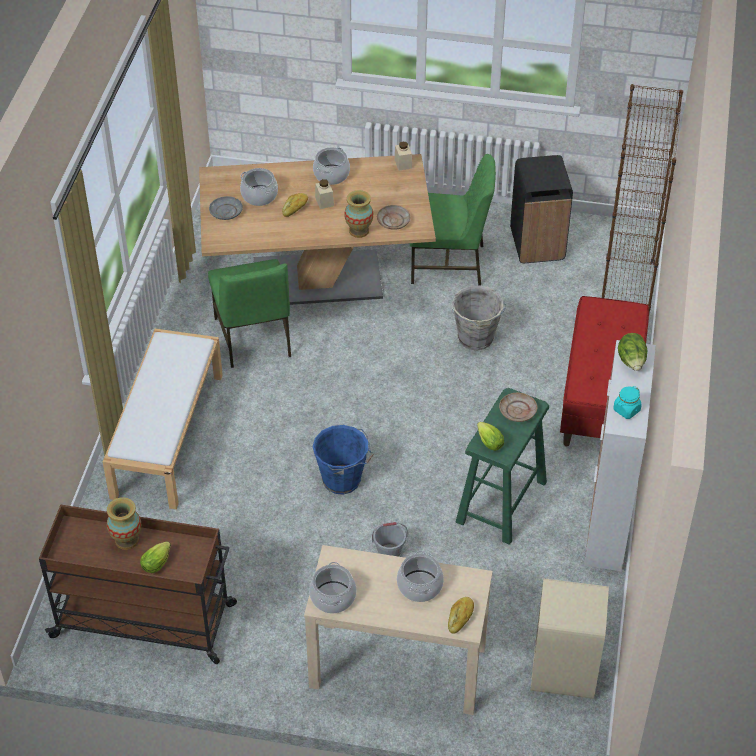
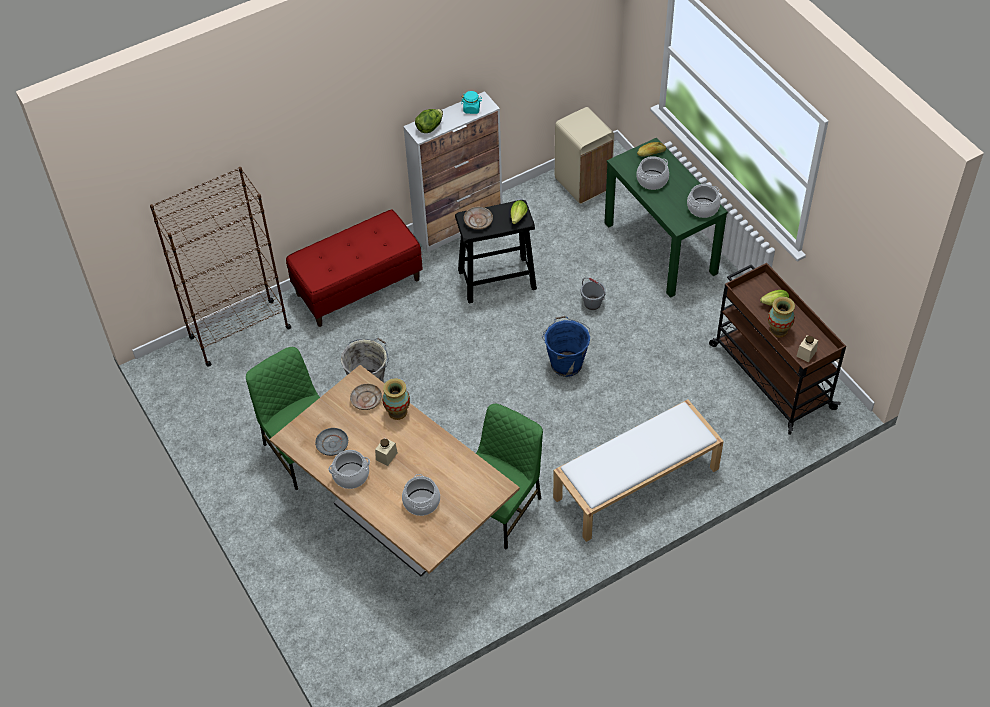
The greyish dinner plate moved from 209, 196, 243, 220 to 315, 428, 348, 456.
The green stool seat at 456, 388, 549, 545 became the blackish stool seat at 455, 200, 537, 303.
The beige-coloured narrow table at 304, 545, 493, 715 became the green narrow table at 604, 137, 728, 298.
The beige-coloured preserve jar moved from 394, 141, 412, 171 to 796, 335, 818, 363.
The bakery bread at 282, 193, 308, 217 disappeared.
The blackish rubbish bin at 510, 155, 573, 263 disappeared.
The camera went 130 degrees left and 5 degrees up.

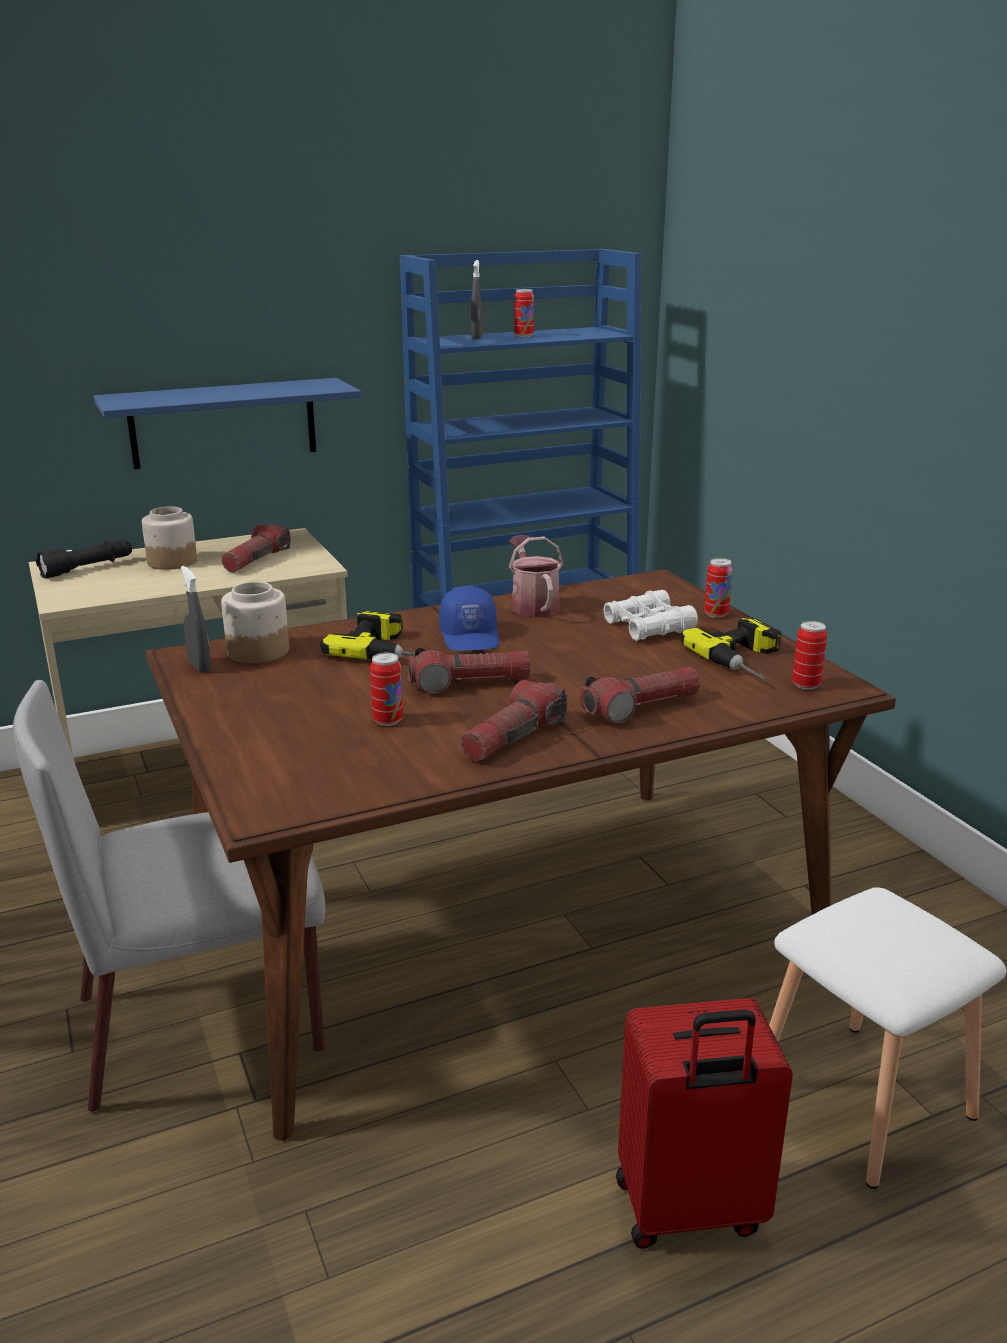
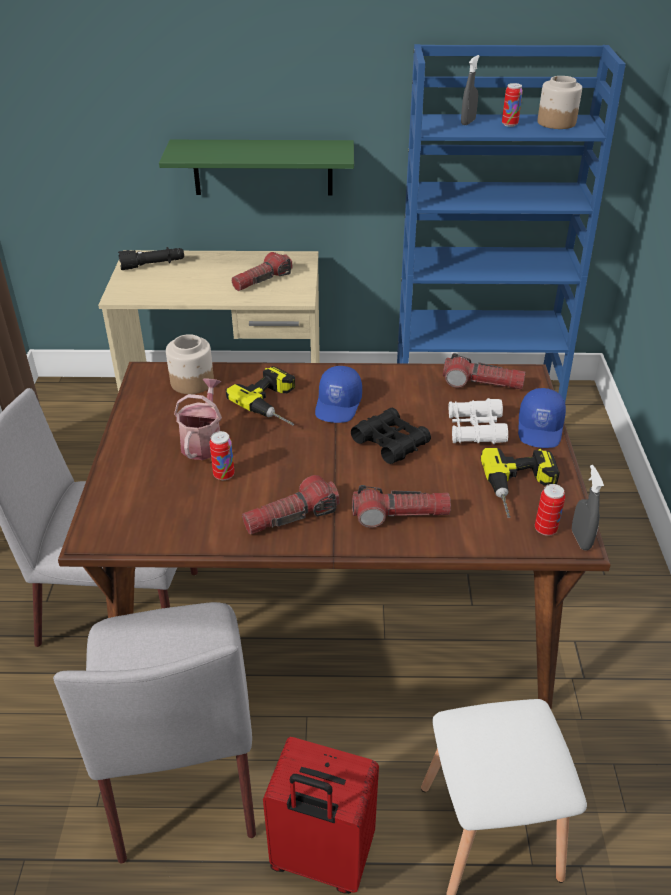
The greyish plain chair at 53, 602, 256, 863 appeared.
The blue-coloured shelf at 93, 378, 361, 469 became the green shelf at 159, 140, 354, 196.
The watering can moved from 509, 535, 564, 617 to 174, 378, 222, 460.
The blackish field glasses at 351, 408, 431, 464 appeared.
The flashlight moved from 408, 647, 531, 694 to 443, 353, 525, 390.
The sealed can at 704, 558, 733, 618 was replaced by the blue-coloured baseball cap at 518, 388, 566, 448.
The preserve jar moved from 142, 507, 197, 570 to 537, 76, 582, 129.
The greyish sprayer moved from 181, 566, 211, 672 to 572, 465, 604, 550.
The camera went 25 degrees right and 15 degrees up.

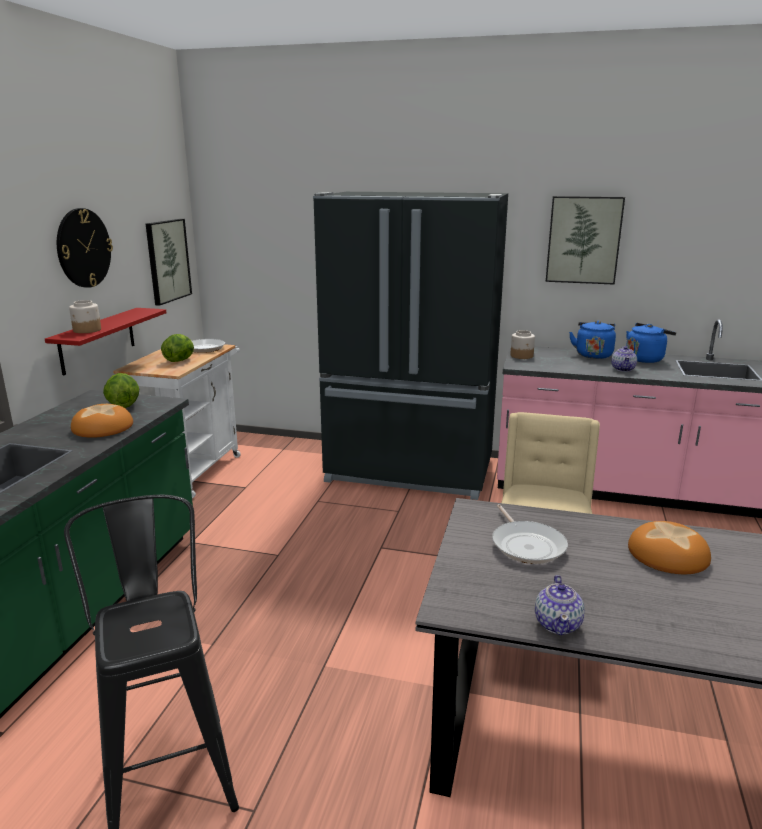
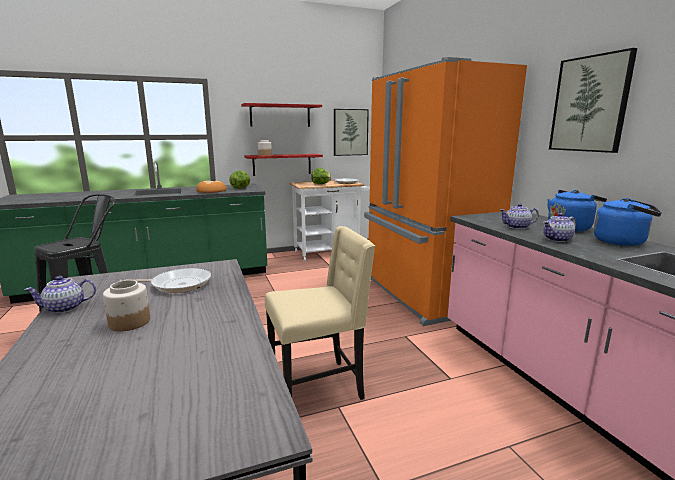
The preserve jar moved from 510, 330, 535, 359 to 103, 280, 150, 332.
The pan at 492, 504, 568, 564 turned 135 degrees counterclockwise.
The hanging clock at 57, 208, 113, 288 was replaced by the red shelf at 241, 103, 322, 127.
The blackish fridge at 313, 192, 508, 500 became the orange fridge at 364, 57, 527, 326.
The pot for tea at 500, 204, 539, 229 appeared.
The bakery bread at 628, 521, 711, 574 disappeared.
The camera went 55 degrees right and 5 degrees down.

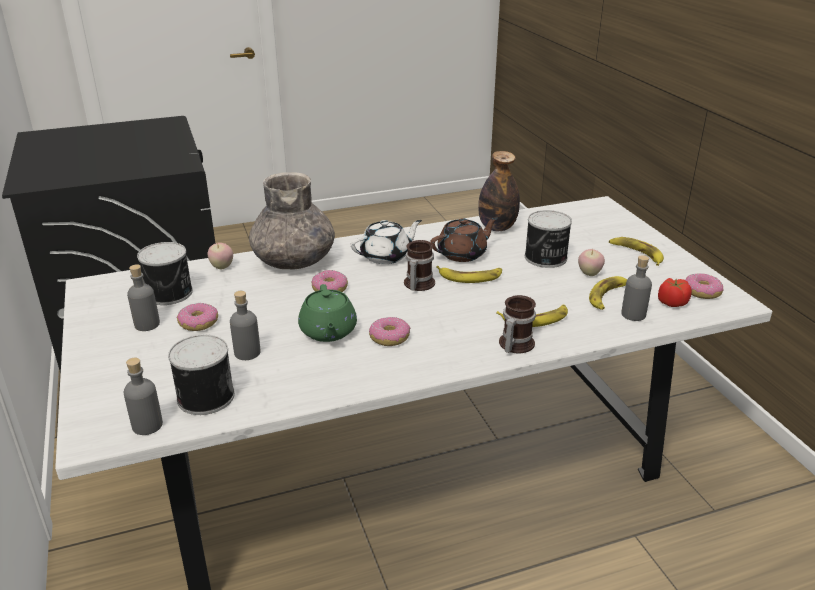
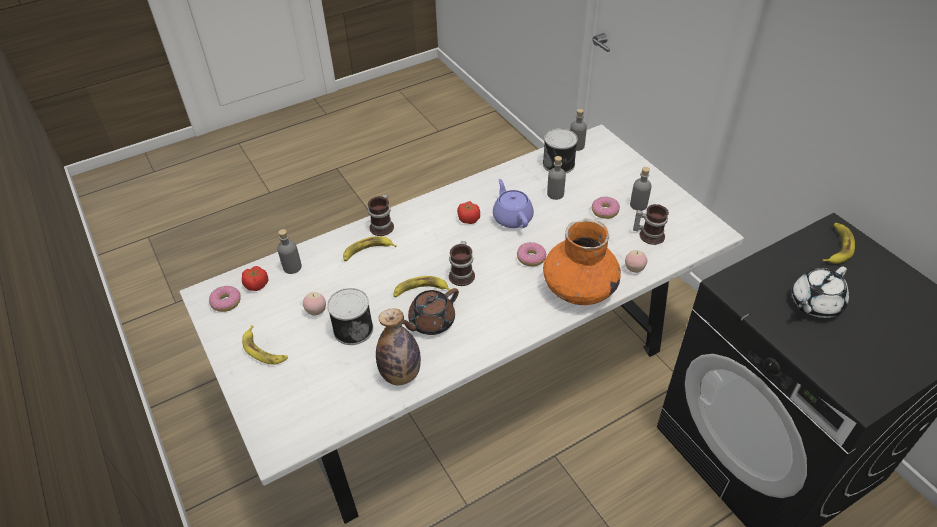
The donut at 369, 317, 410, 346 was replaced by the whole tomato at 457, 201, 480, 224.
The green pot for tea at 298, 284, 357, 342 became the purple-coloured pot for tea at 493, 179, 534, 228.
The greyish decorative vase at 249, 172, 335, 269 became the orange decorative vase at 543, 219, 621, 305.
The sealed can at 137, 242, 193, 305 was replaced by the coffee mug at 633, 204, 669, 245.
The white-coloured pot for tea moved from 351, 220, 422, 264 to 792, 266, 849, 318.
The banana fruit moved from 589, 276, 627, 310 to 822, 223, 855, 264.
The camera went 170 degrees right and 15 degrees up.

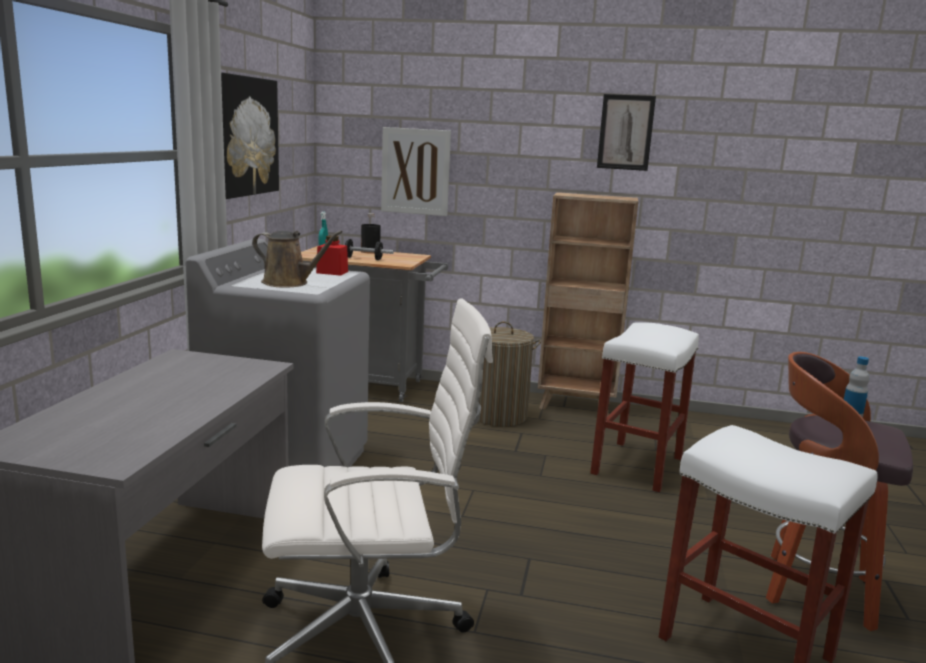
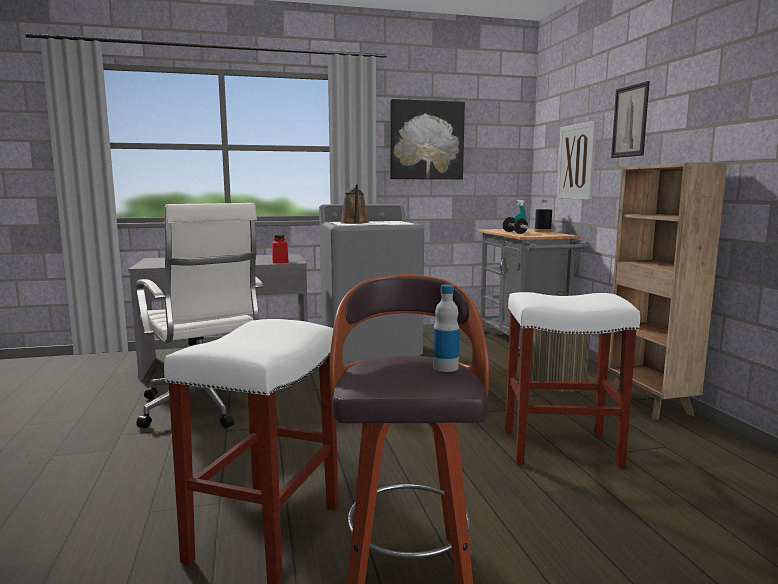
The red preserve jar moved from 316, 235, 348, 276 to 272, 235, 289, 263.
The wall picture moved from 597, 94, 656, 171 to 611, 81, 650, 158.
The camera went 65 degrees right and 5 degrees down.

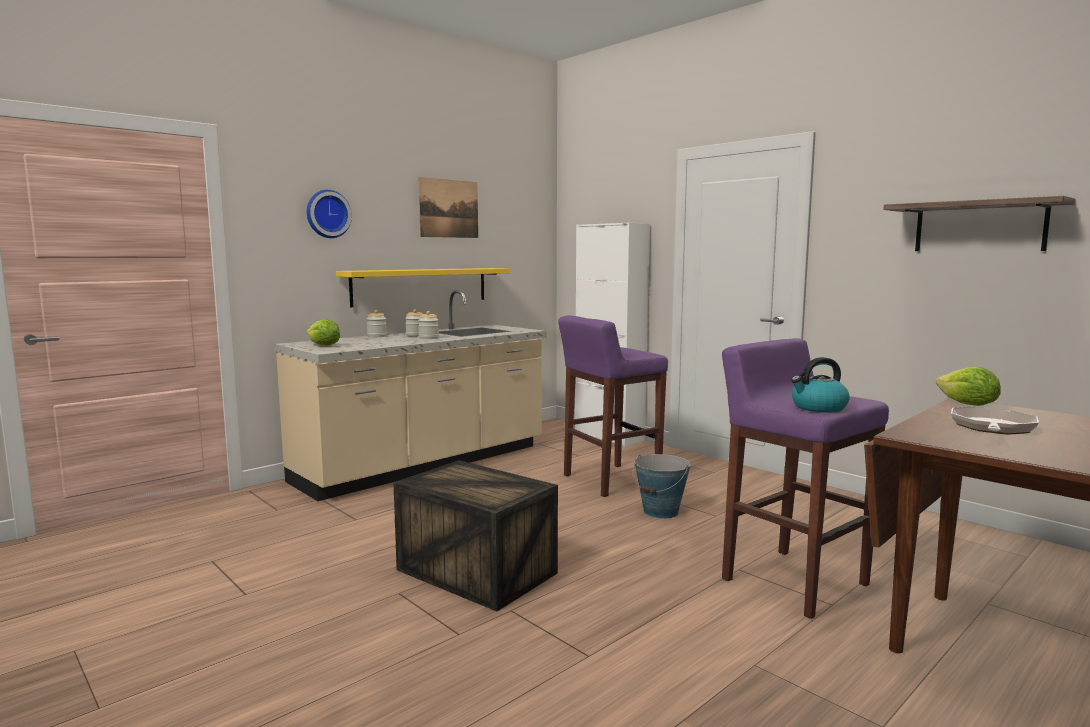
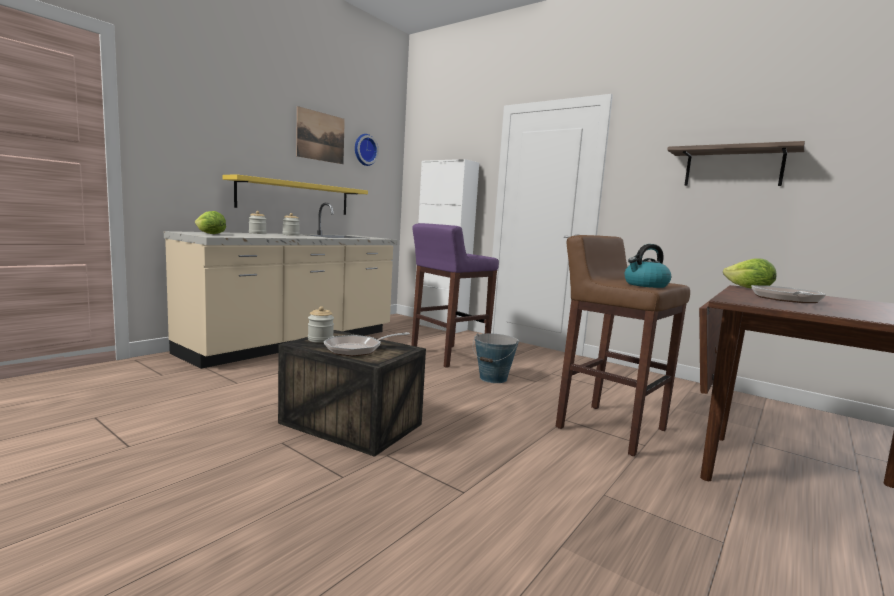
The preserve jar moved from 418, 311, 439, 339 to 308, 306, 334, 343.
The pan at 324, 332, 410, 356 appeared.
The hanging clock moved from 307, 190, 352, 238 to 355, 134, 379, 166.
The purple-coloured stool seat at 722, 338, 889, 619 became the brown stool seat at 555, 235, 690, 456.
The camera went 10 degrees left and 0 degrees up.

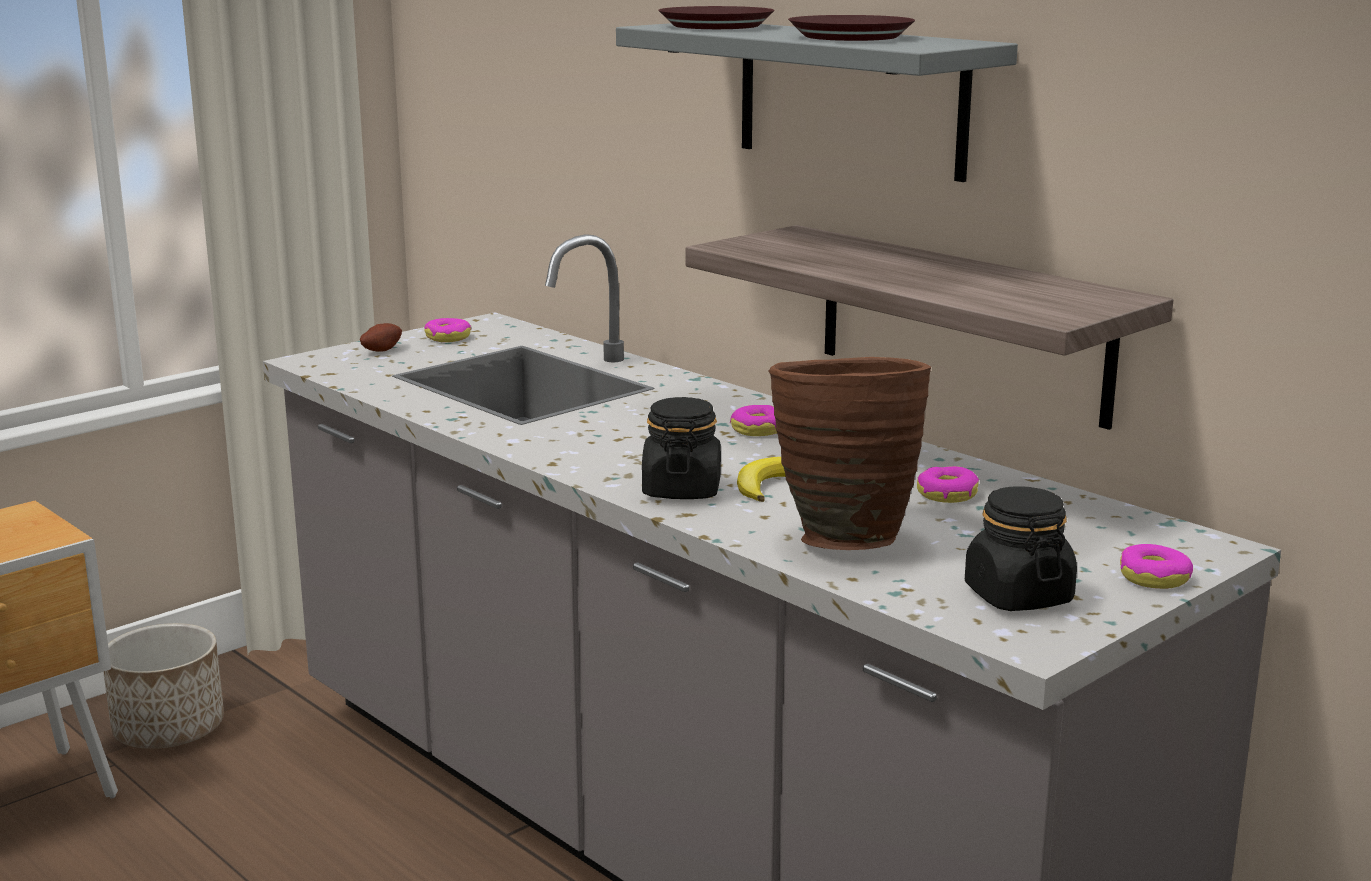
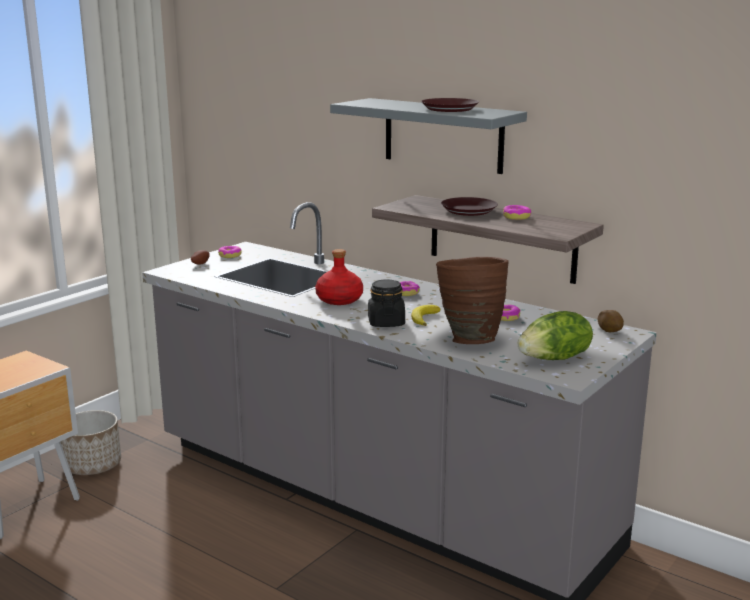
The red beverage bottle at 315, 249, 363, 305 appeared.
The brown dinner plate moved from 658, 6, 775, 29 to 441, 197, 498, 216.
The donut moved from 1120, 544, 1193, 589 to 503, 205, 531, 220.
The blackish preserve jar at 965, 486, 1077, 611 was replaced by the head of lettuce at 518, 311, 593, 360.
The whole potato at 598, 310, 624, 332 appeared.
The camera went 10 degrees left and 0 degrees up.

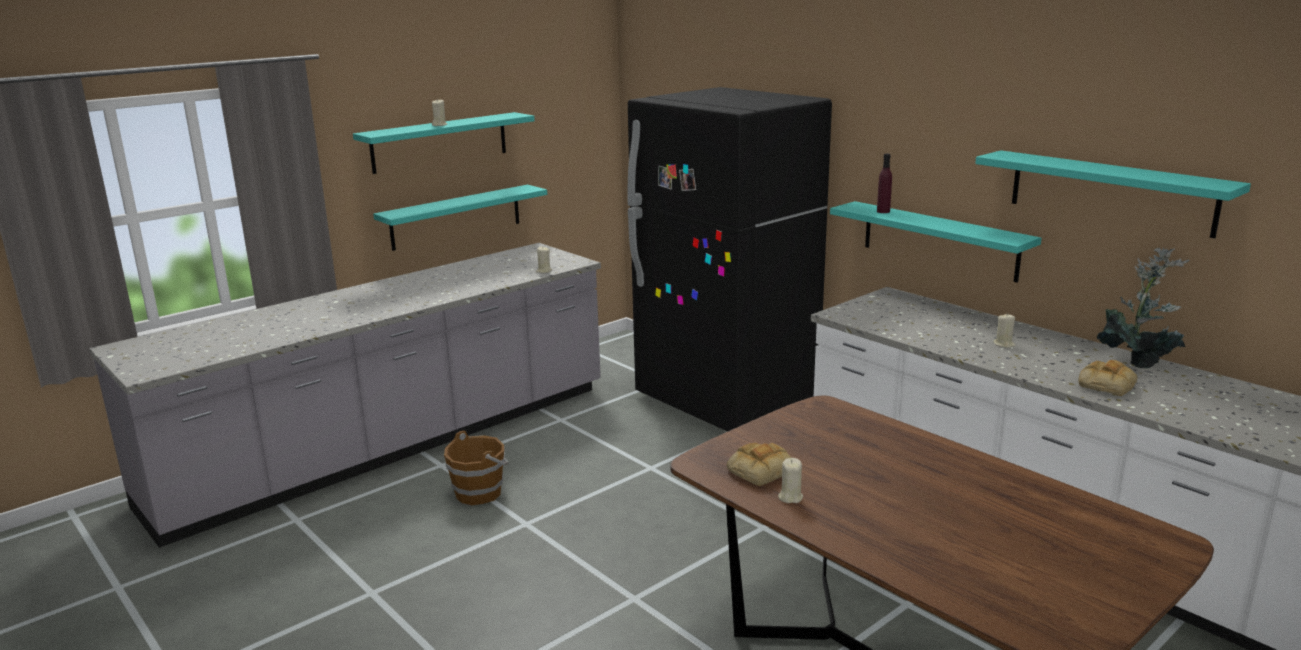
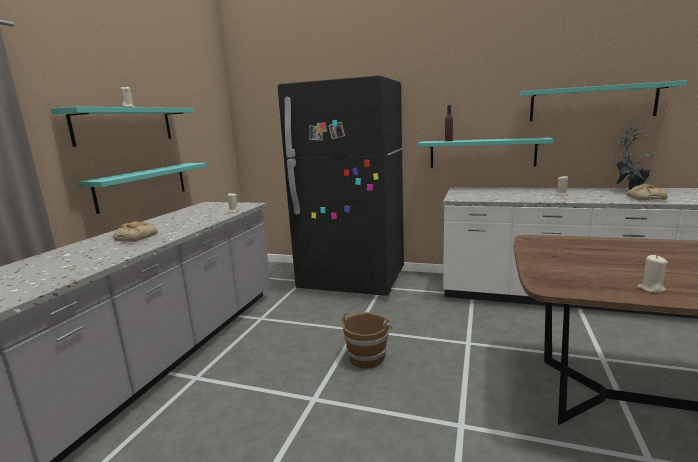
The bakery bread moved from 727, 443, 791, 486 to 113, 221, 158, 242.
The brown water bucket moved from 444, 431, 509, 505 to 342, 312, 393, 369.
The camera went 30 degrees left and 5 degrees down.

